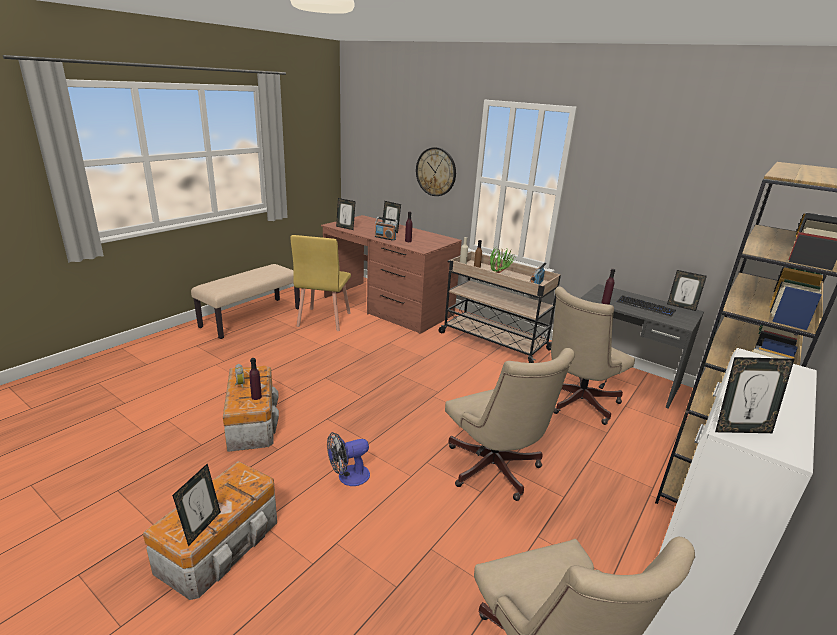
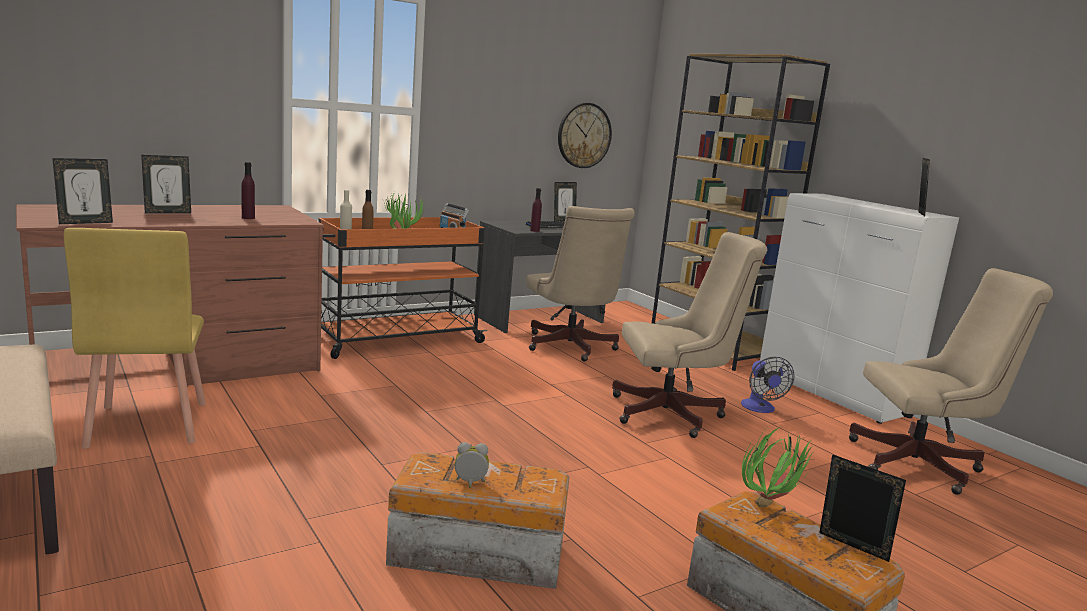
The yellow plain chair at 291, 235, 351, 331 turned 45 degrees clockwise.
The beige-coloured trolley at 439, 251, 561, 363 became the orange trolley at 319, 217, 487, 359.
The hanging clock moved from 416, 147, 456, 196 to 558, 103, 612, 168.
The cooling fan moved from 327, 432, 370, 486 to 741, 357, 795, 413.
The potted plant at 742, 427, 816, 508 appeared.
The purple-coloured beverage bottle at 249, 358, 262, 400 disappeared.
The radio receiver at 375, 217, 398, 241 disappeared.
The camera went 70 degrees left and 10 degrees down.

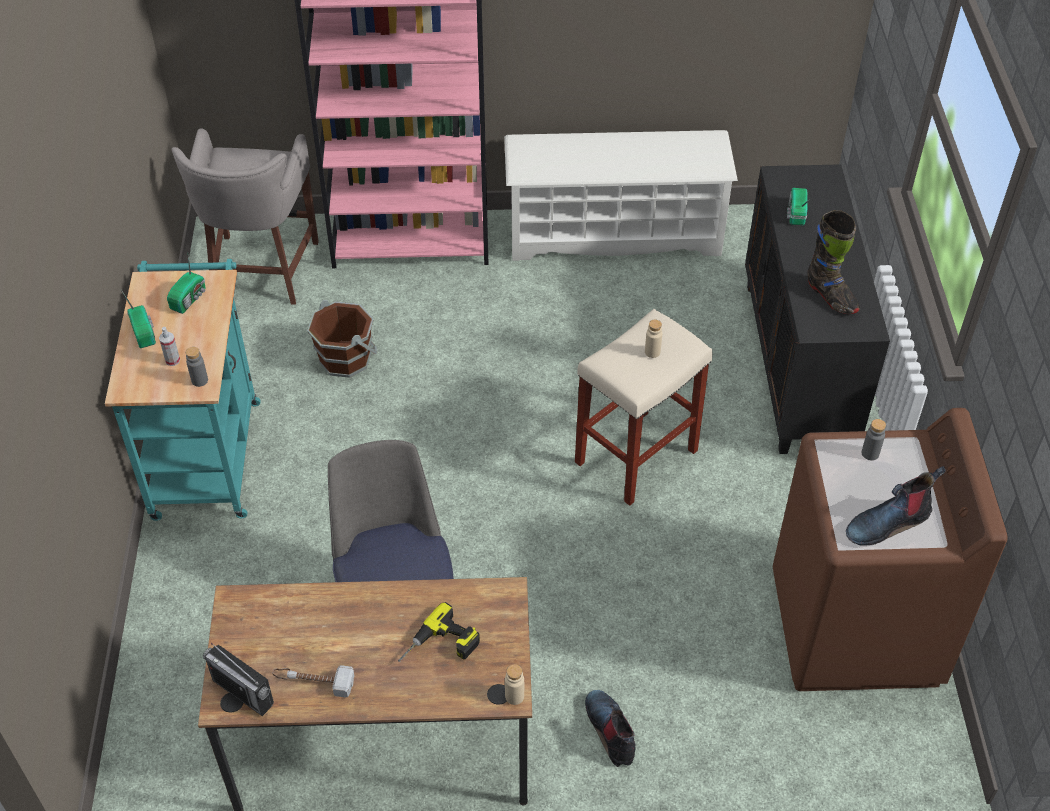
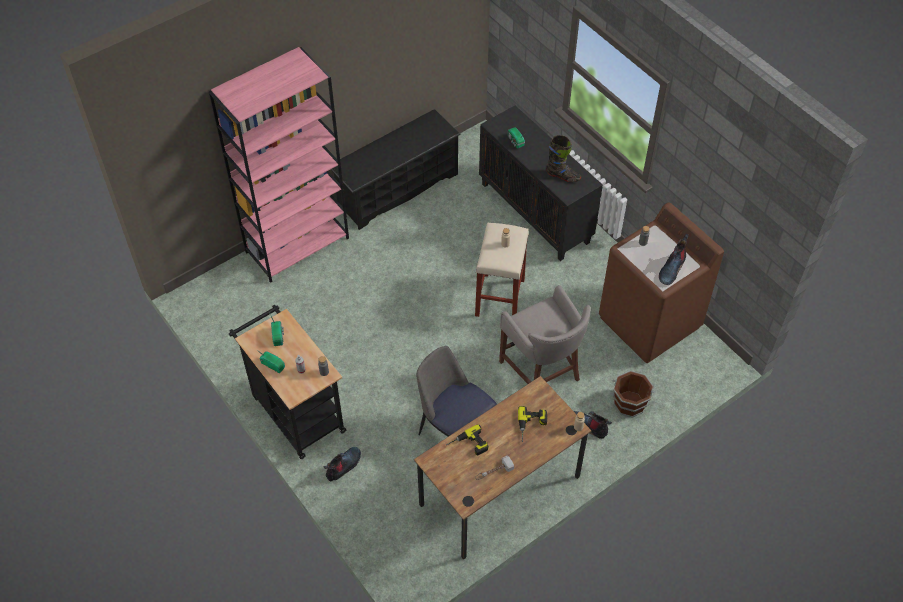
The blue-green trolley at 105, 259, 261, 521 became the blackish trolley at 229, 305, 346, 459.
The tall boot at 323, 447, 361, 482 appeared.
The white-coloured shoe rack at 504, 130, 738, 261 became the blackish shoe rack at 331, 109, 461, 230.
The electric drill at 446, 424, 488, 456 appeared.
The greyish stool seat moved from 171, 129, 319, 305 to 499, 285, 591, 384.
The brown water bucket moved from 307, 300, 377, 378 to 612, 371, 656, 418.
The radio receiver at 203, 643, 274, 716 disappeared.
The camera went 35 degrees left and 5 degrees up.

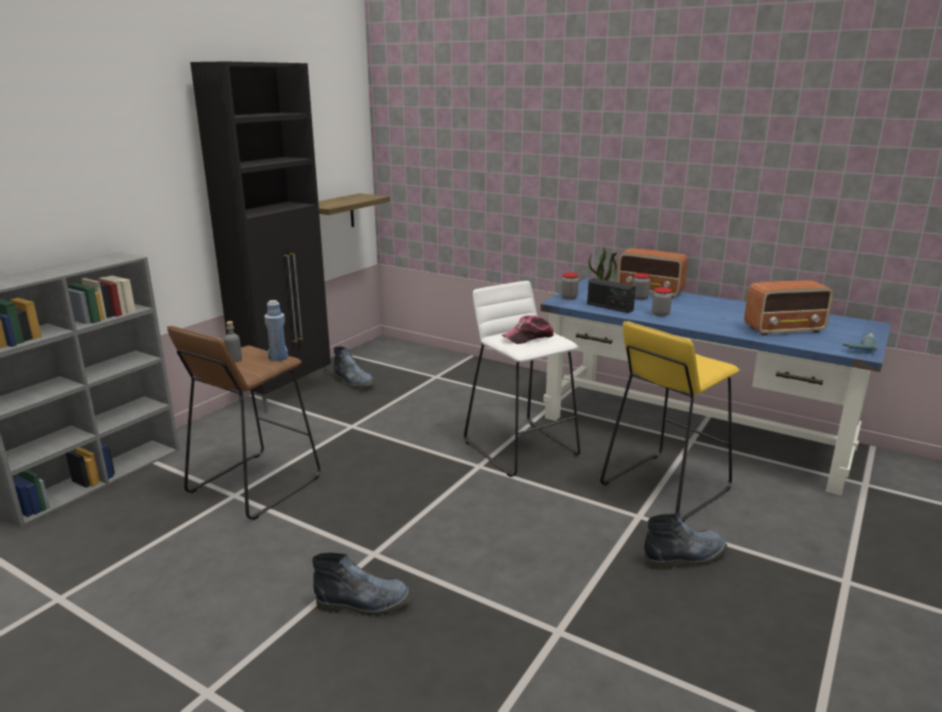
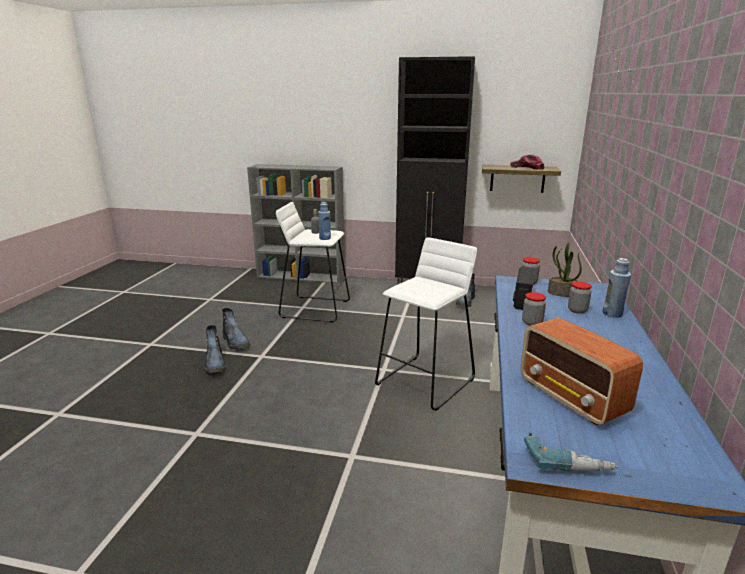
The tall boot moved from 643, 513, 727, 570 to 222, 308, 250, 349.
The brown stool seat at 167, 326, 320, 520 became the white-coloured stool seat at 276, 202, 350, 322.
The baseball cap moved from 502, 315, 554, 344 to 510, 155, 545, 170.
The radio receiver at 617, 248, 688, 298 was replaced by the blue-coloured beverage bottle at 602, 258, 631, 318.
The yellow stool seat at 600, 322, 739, 522 disappeared.
The camera went 70 degrees right and 0 degrees up.

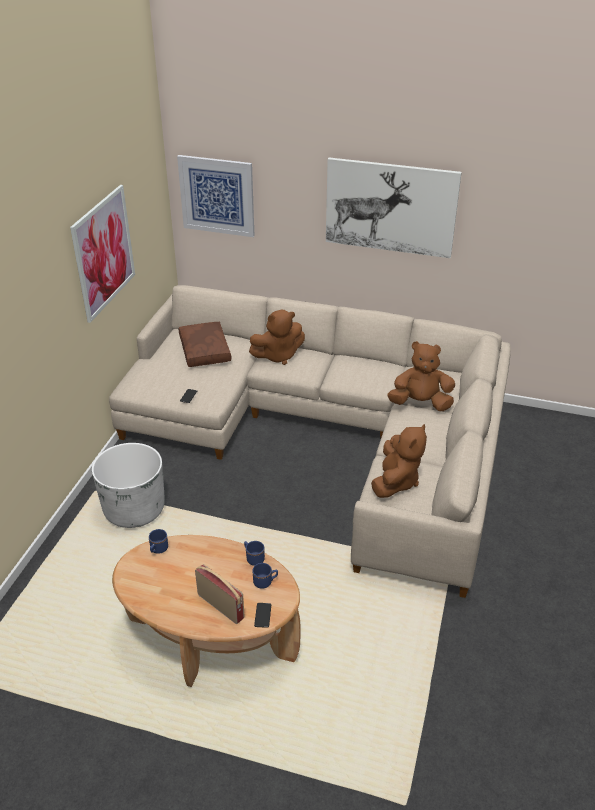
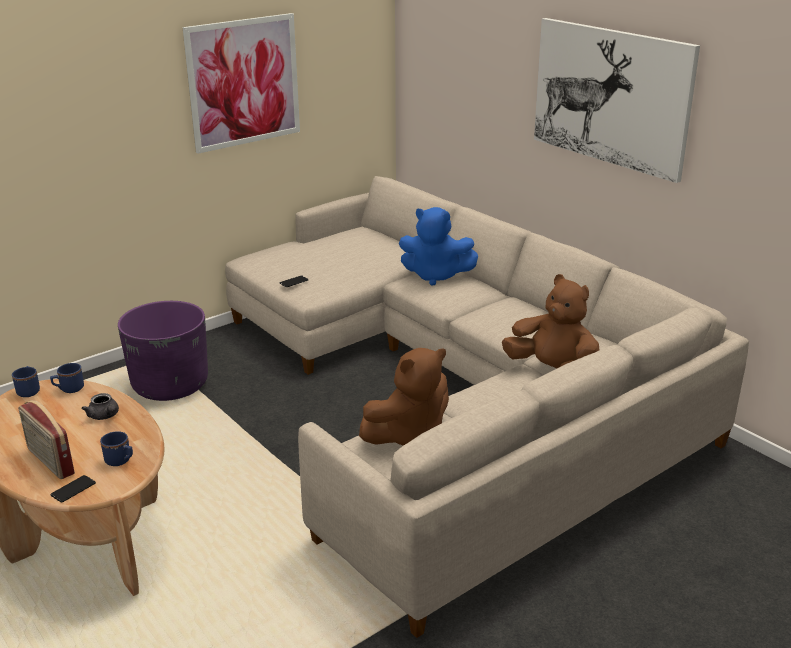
The blue-coloured coffee mug moved from 244, 541, 265, 566 to 12, 366, 40, 397.
The radio receiver at 195, 564, 245, 624 turned 150 degrees clockwise.
The greyish pot for tea at 82, 393, 119, 420 appeared.
The white-coloured flower pot at 92, 443, 165, 528 became the purple-coloured flower pot at 118, 301, 208, 401.
The brown plush toy at 249, 310, 305, 365 became the blue-coloured plush toy at 399, 207, 478, 286.
The wall picture at 177, 155, 254, 237 disappeared.
The brown throw pillow at 179, 322, 232, 367 disappeared.
The camera went 35 degrees right and 10 degrees down.

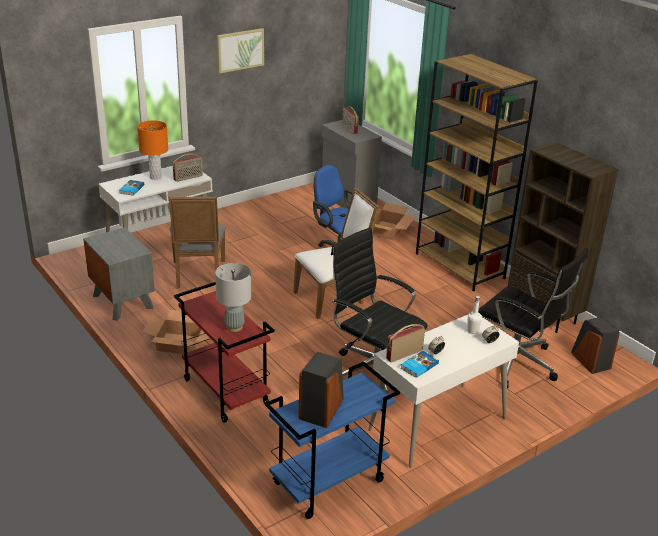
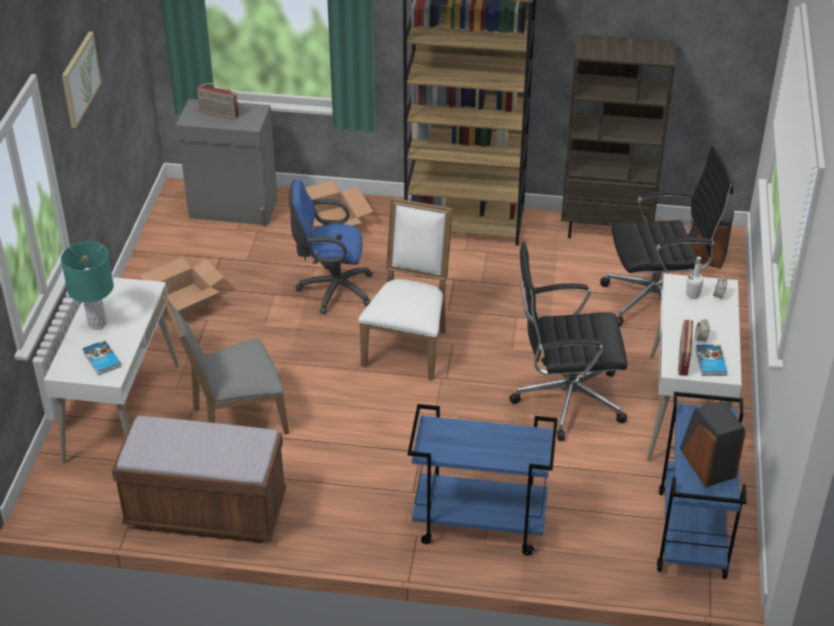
The orange table lamp at 137, 120, 168, 180 became the blue-green table lamp at 61, 241, 114, 330.
The greyish bedside table at 83, 227, 155, 321 was replaced by the brown indoor bench at 112, 416, 287, 543.
The carton moved from 142, 310, 210, 354 to 139, 257, 224, 322.
The greyish plain chair at 169, 197, 226, 289 turned 120 degrees clockwise.
The red trolley at 174, 282, 275, 423 became the blue-coloured trolley at 408, 404, 558, 556.
The radio receiver at 173, 154, 203, 182 disappeared.
The greyish table lamp at 215, 263, 251, 332 disappeared.
The camera went 45 degrees left and 10 degrees up.

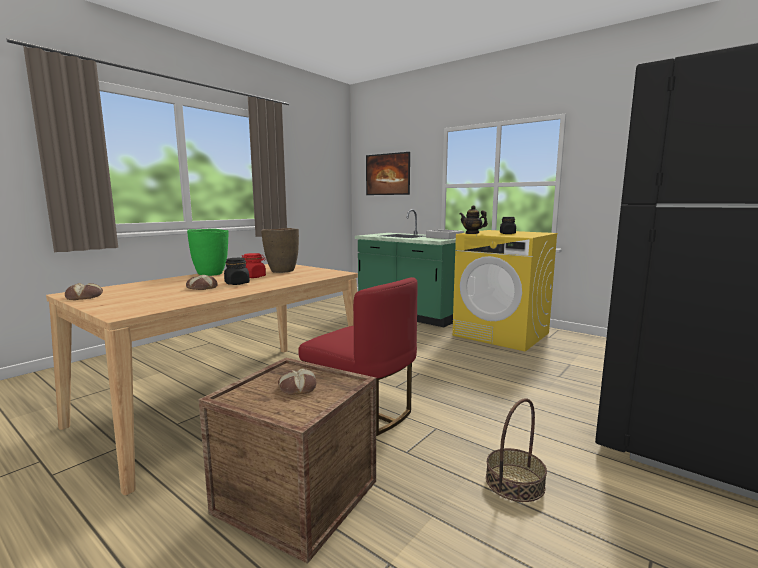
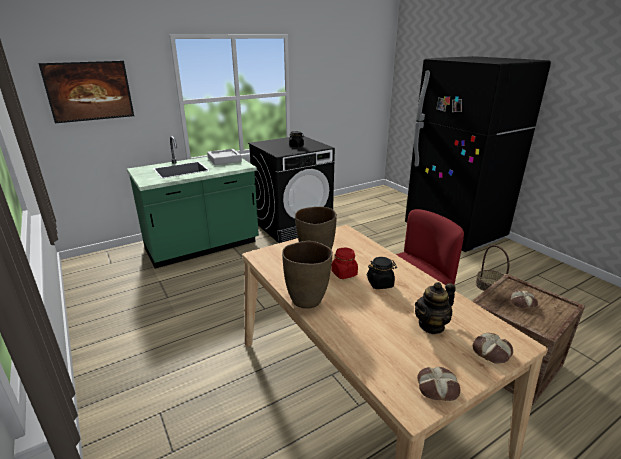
The yellow laundry machine at 452, 230, 558, 352 became the blackish laundry machine at 248, 135, 335, 243.
The green decorative vase at 187, 229, 229, 276 became the brown decorative vase at 282, 241, 333, 309.
The pot for tea moved from 460, 205, 488, 234 to 415, 282, 456, 334.
The bakery bread moved from 186, 275, 218, 290 to 473, 333, 513, 363.
The camera went 70 degrees left and 15 degrees up.

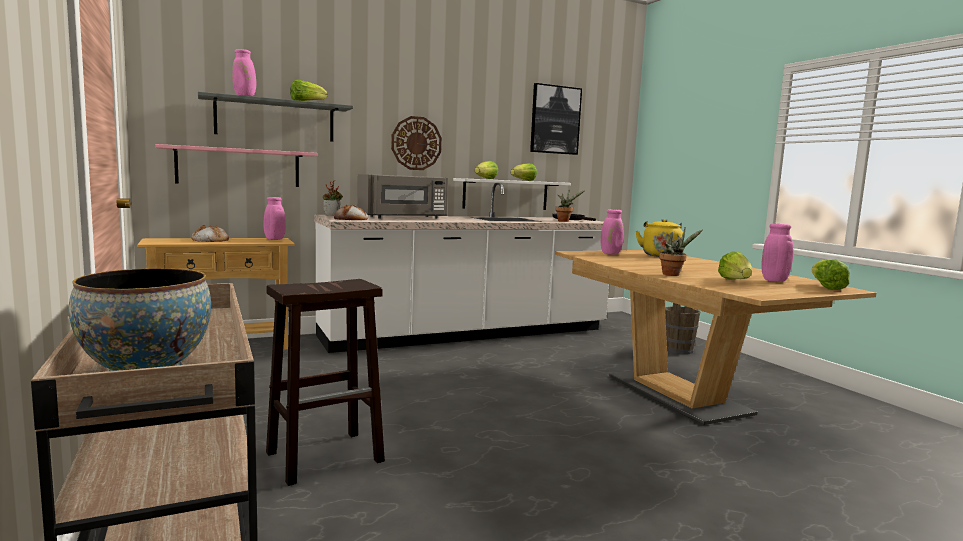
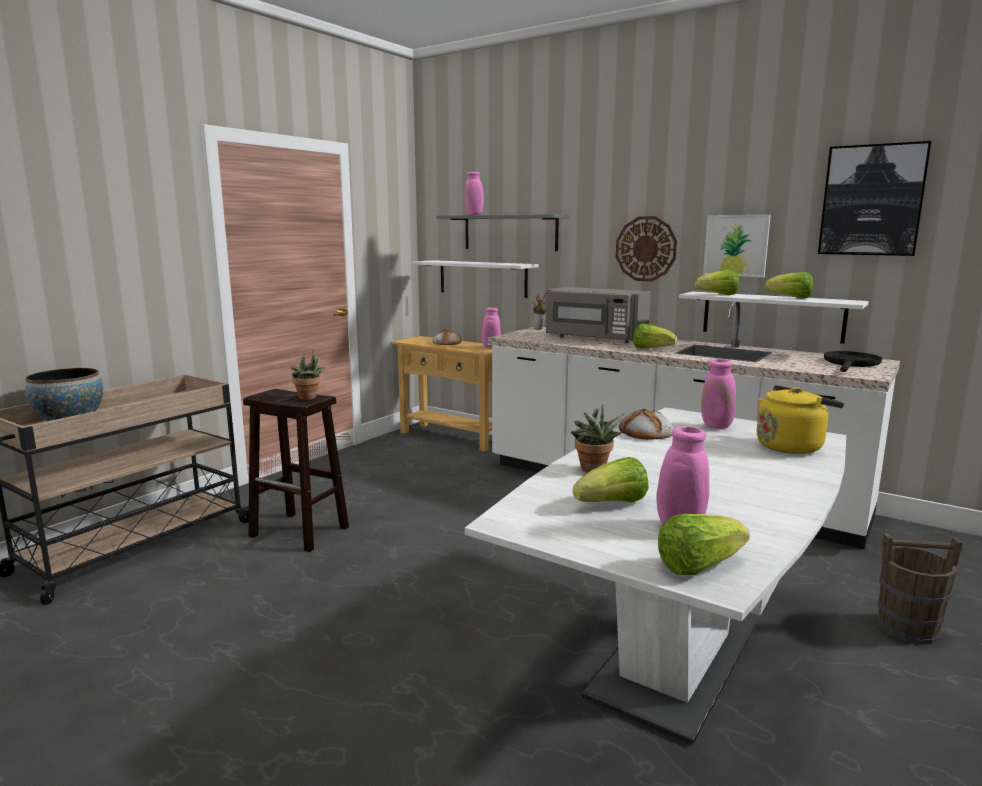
The potted plant moved from 555, 190, 585, 222 to 291, 350, 325, 400.
The pink shelf at 156, 144, 317, 187 became the white-coloured shelf at 412, 260, 539, 298.
The brown kitchen table at 555, 250, 876, 425 became the white-coloured kitchen table at 465, 407, 846, 745.
The bakery bread moved from 334, 205, 368, 220 to 619, 408, 674, 440.
The head of lettuce moved from 290, 80, 327, 101 to 633, 324, 677, 348.
The wall picture at 703, 215, 771, 277 appeared.
The camera went 60 degrees right and 5 degrees up.

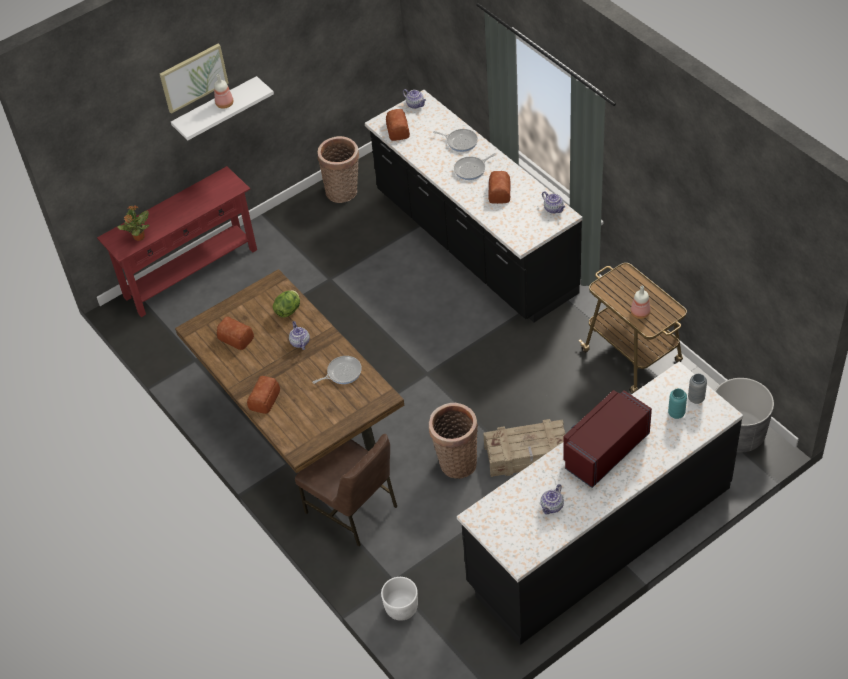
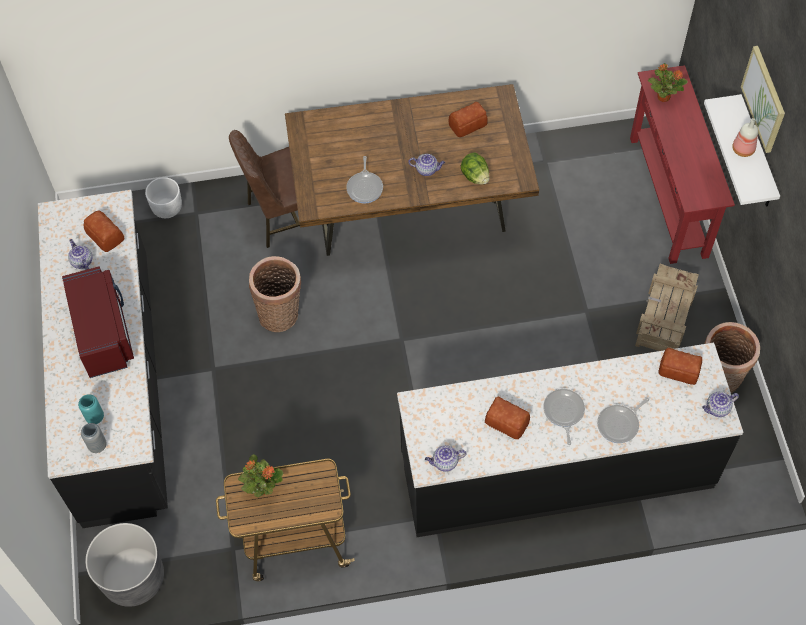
The bakery bread moved from 247, 376, 280, 414 to 83, 211, 124, 252.
The beverage bottle at 631, 286, 650, 319 was replaced by the potted plant at 238, 454, 283, 497.
The shipping crate moved from 483, 419, 565, 477 to 635, 264, 699, 351.
The camera went 115 degrees right and 10 degrees up.

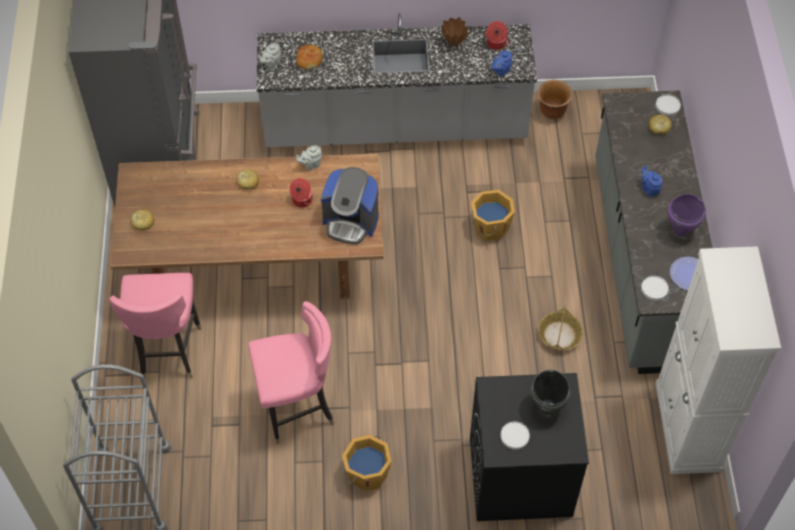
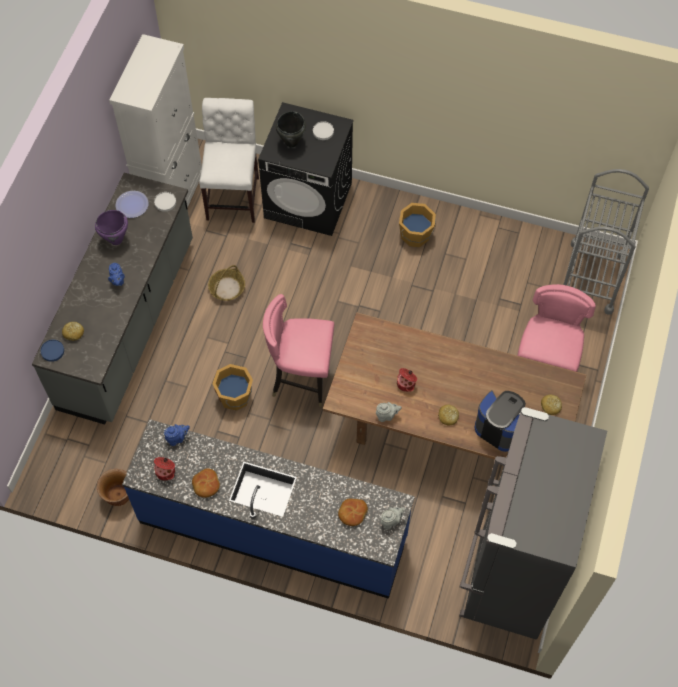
The white-coloured dinner plate at 656, 94, 681, 116 became the blue-coloured dinner plate at 40, 340, 64, 362.
The greyish counter at 257, 13, 537, 147 became the blue-coloured counter at 122, 419, 415, 599.
The brown decorative vase at 441, 17, 468, 47 was replaced by the bakery bread at 192, 468, 220, 498.
The white-coloured plain chair at 199, 98, 259, 223 appeared.
The pink plain chair moved from 248, 301, 334, 444 to 263, 294, 334, 407.
The coffee maker moved from 321, 167, 379, 244 to 475, 390, 526, 452.
The camera went 160 degrees left and 5 degrees up.

